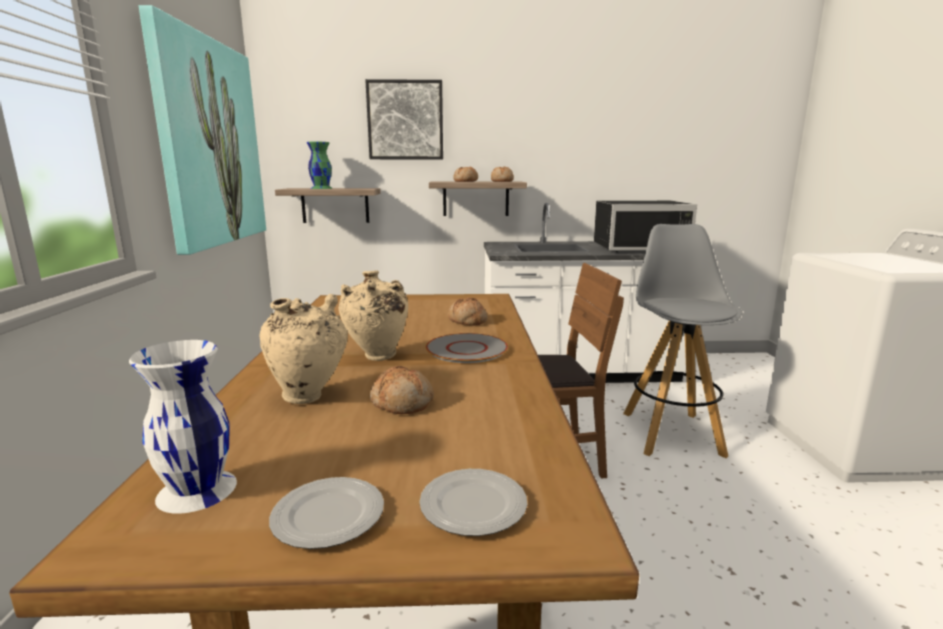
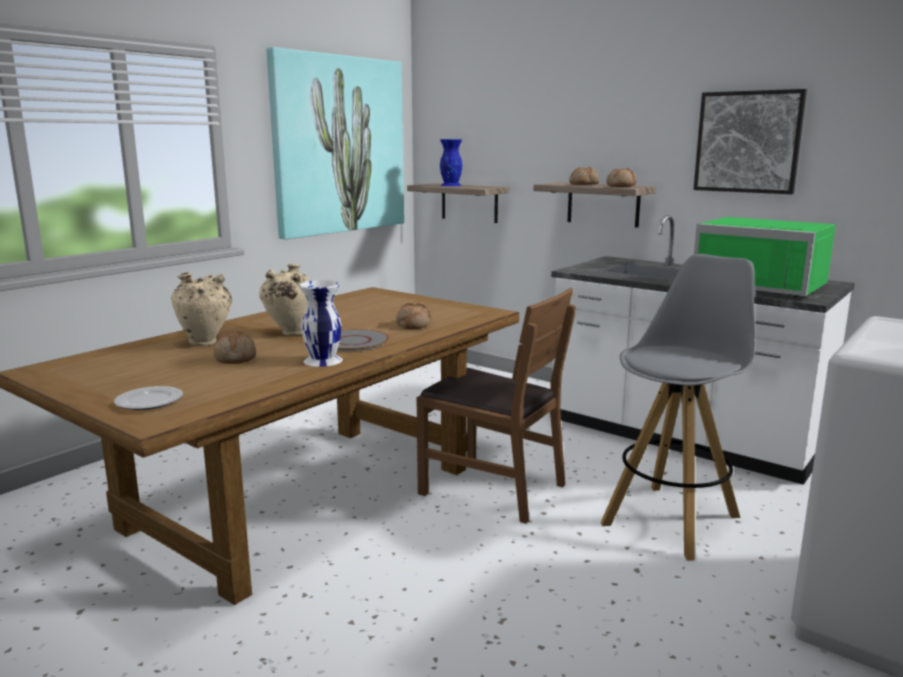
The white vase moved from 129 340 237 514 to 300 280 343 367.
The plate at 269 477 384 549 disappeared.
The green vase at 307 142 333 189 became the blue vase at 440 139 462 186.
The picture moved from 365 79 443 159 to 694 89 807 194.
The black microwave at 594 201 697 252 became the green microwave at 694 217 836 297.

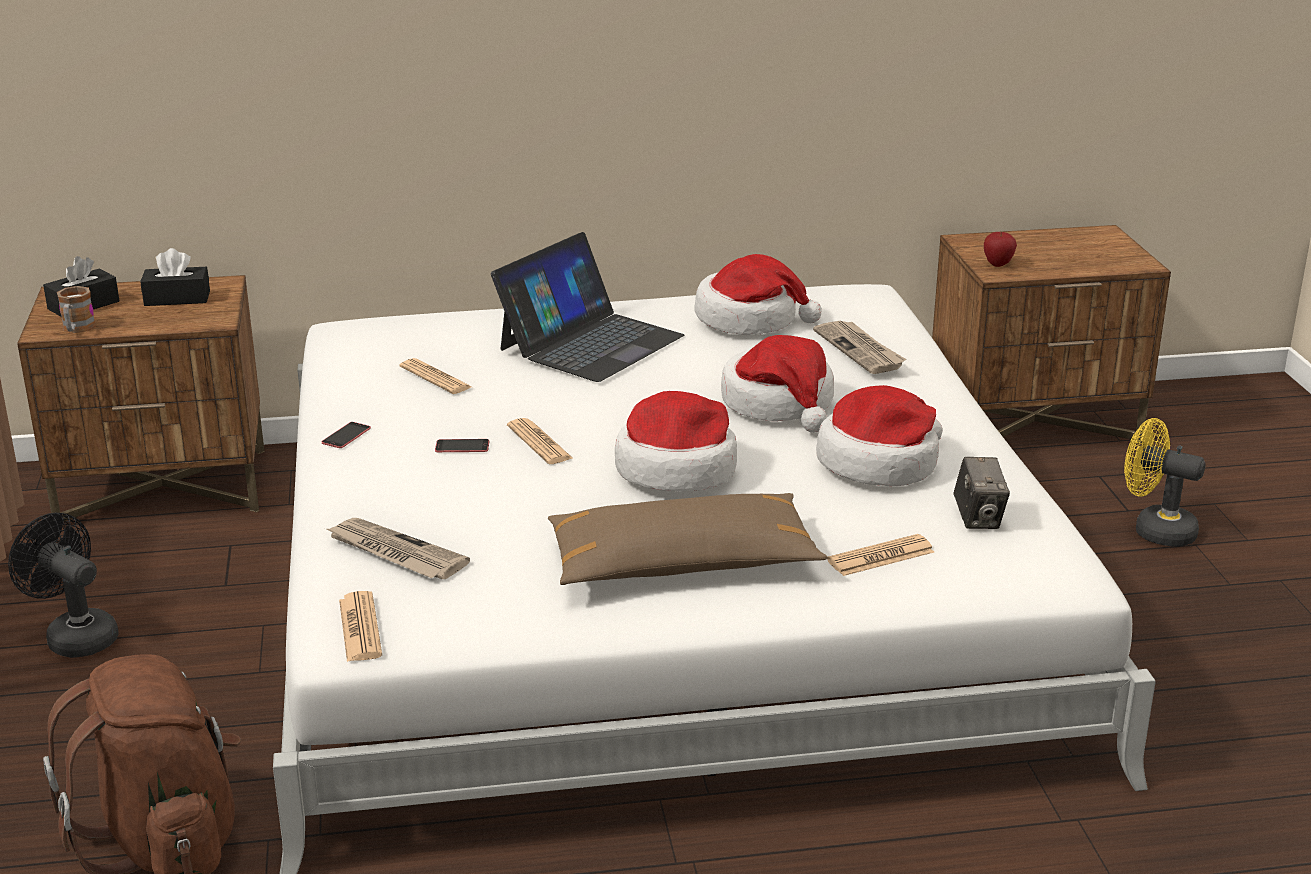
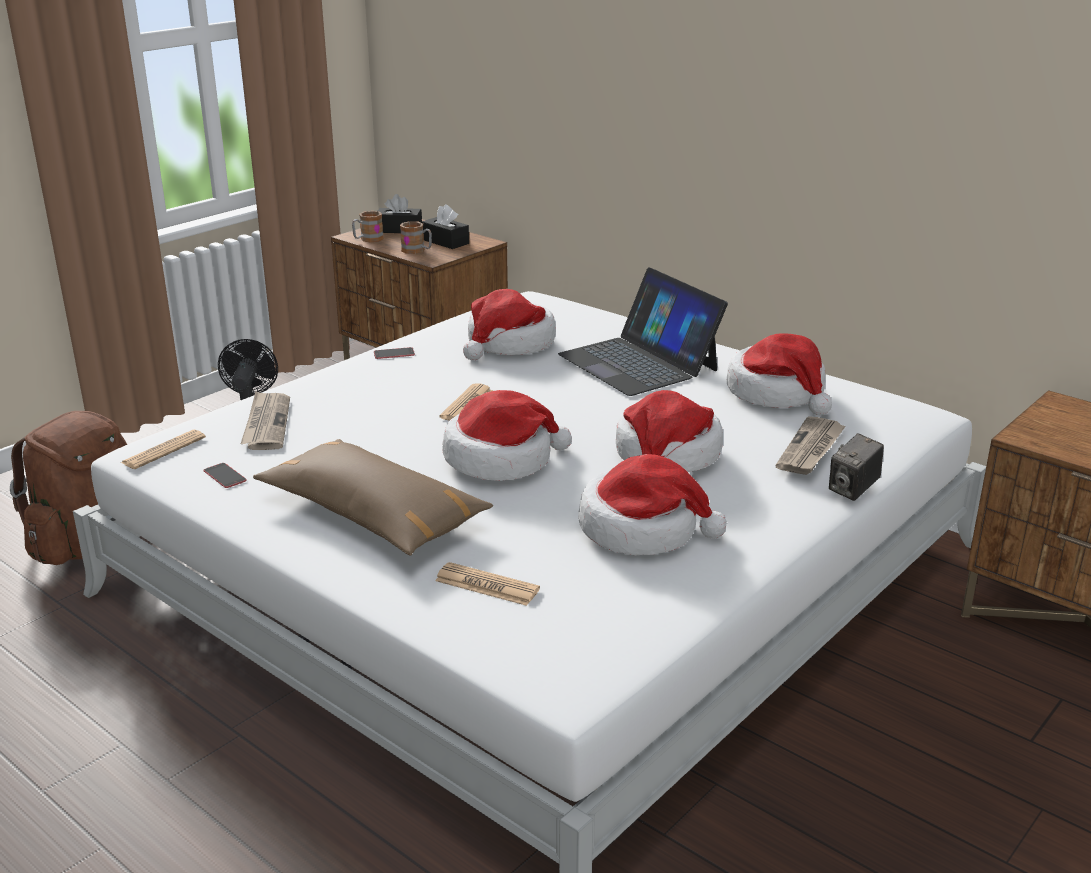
The newspaper at 399 358 471 394 was replaced by the hat at 463 289 556 360.
The phone moved from 435 439 489 452 to 203 463 247 488.
The laptop at 491 232 684 382 turned 60 degrees clockwise.
The photo camera moved from 954 457 1010 529 to 829 433 884 501.
The apple at 984 232 1017 267 disappeared.
The yellow fan at 1124 418 1206 547 disappeared.
The mug at 400 221 432 254 appeared.

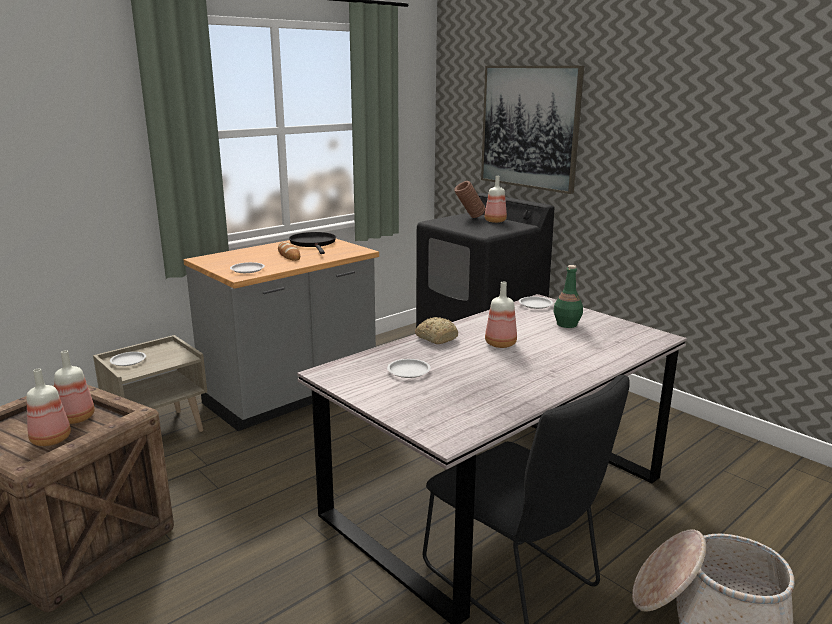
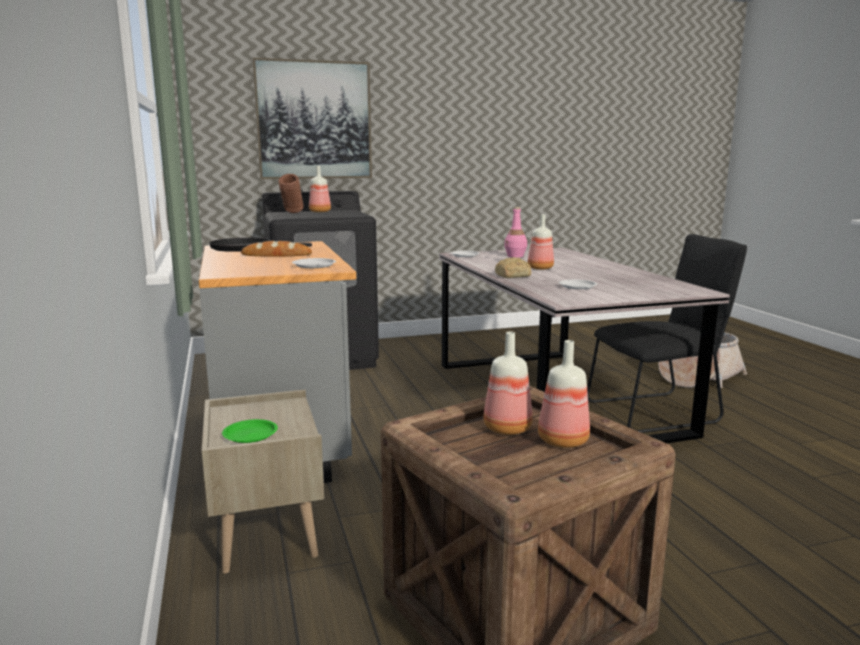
The white plate at 110 352 146 366 became the green plate at 222 419 278 443.
The green bottle at 553 265 583 328 became the pink bottle at 504 207 527 258.

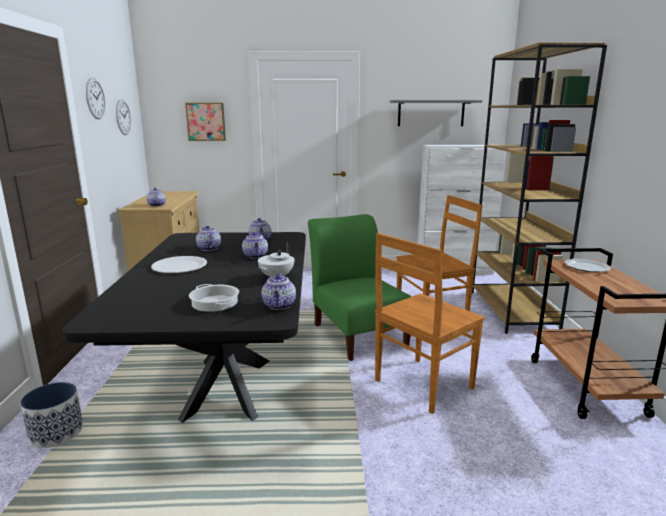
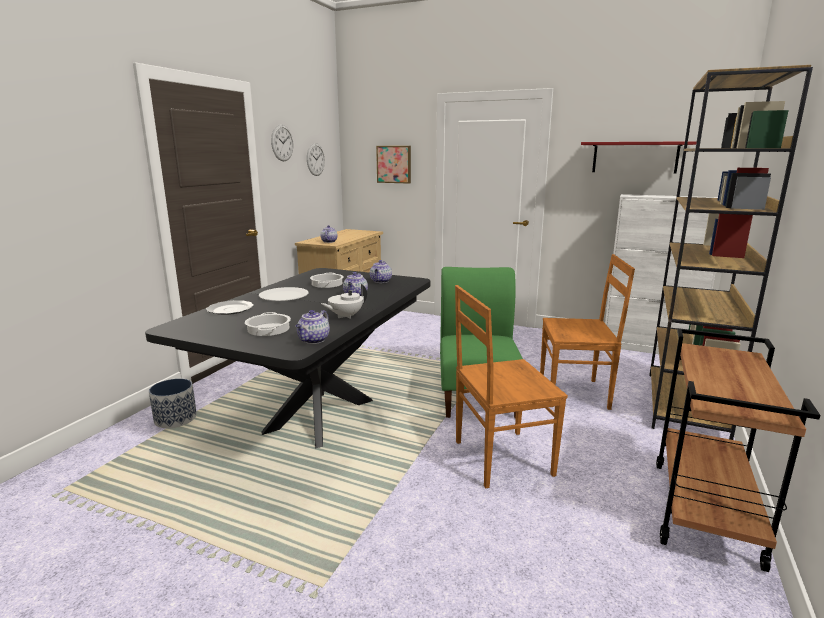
The teapot at 196 226 221 251 was replaced by the cooking pot at 310 273 344 288.
The grey shelf at 389 100 482 126 became the red shelf at 581 141 697 173.
The plate moved from 564 258 611 273 to 206 300 254 315.

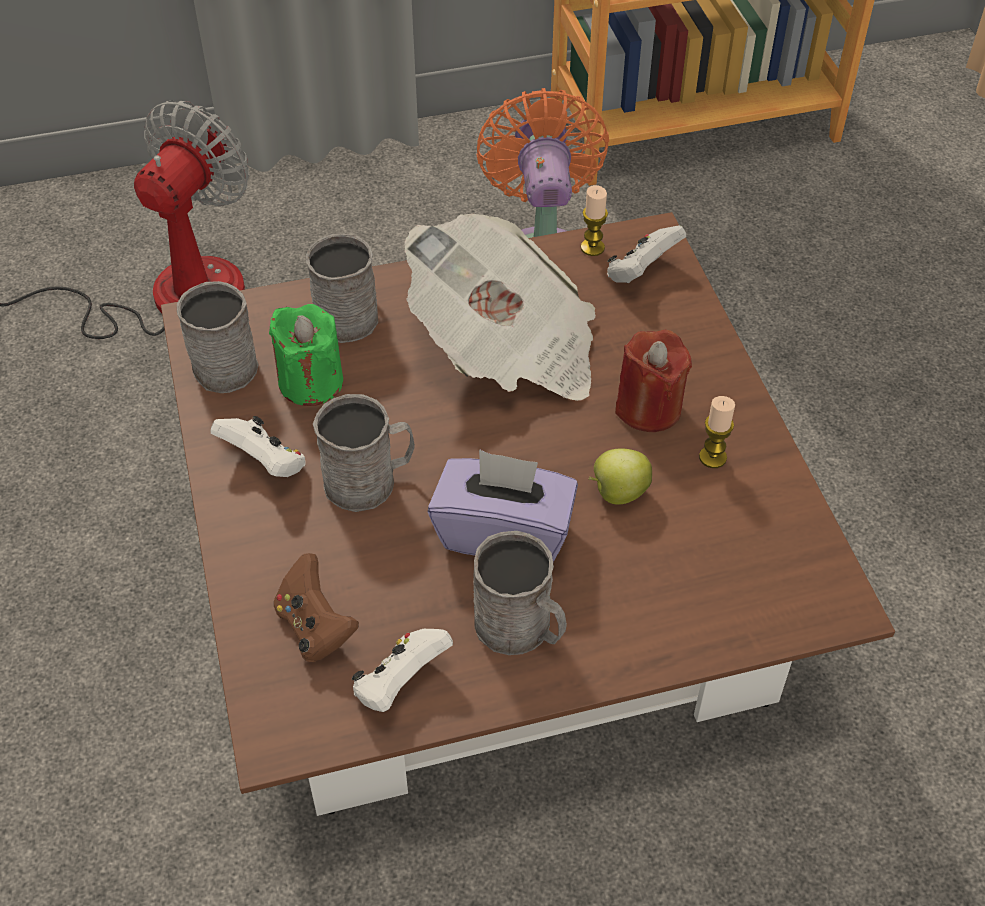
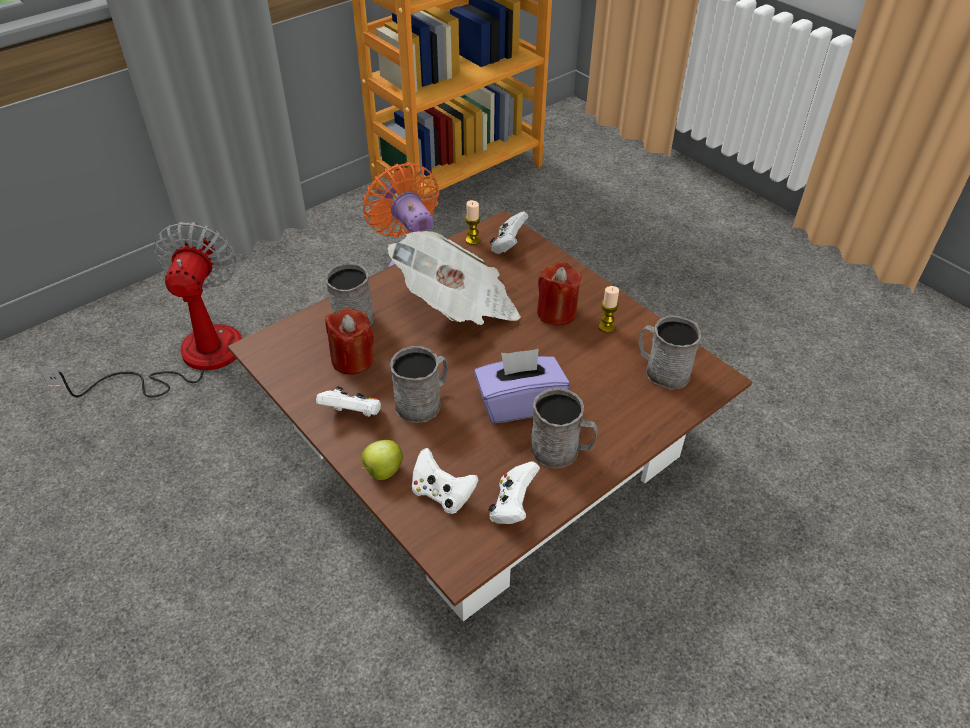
The grey mug moved from 177 281 259 393 to 638 315 701 390.
The green candle at 269 304 343 406 became the red candle at 326 308 374 375.
The brown game controller at 274 553 359 662 became the white game controller at 412 448 479 514.
The apple moved from 588 449 652 505 to 361 440 403 480.

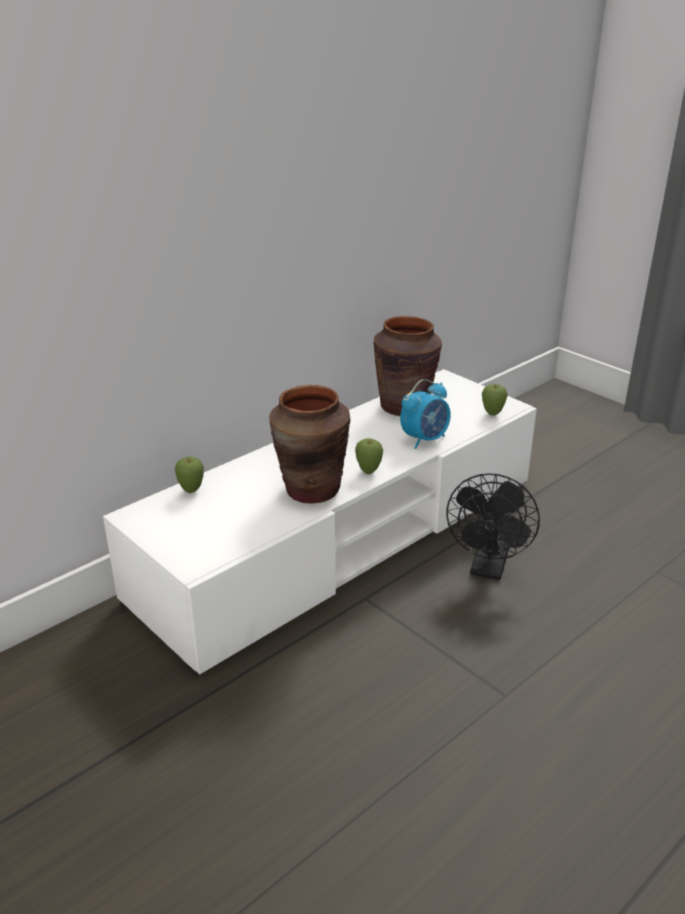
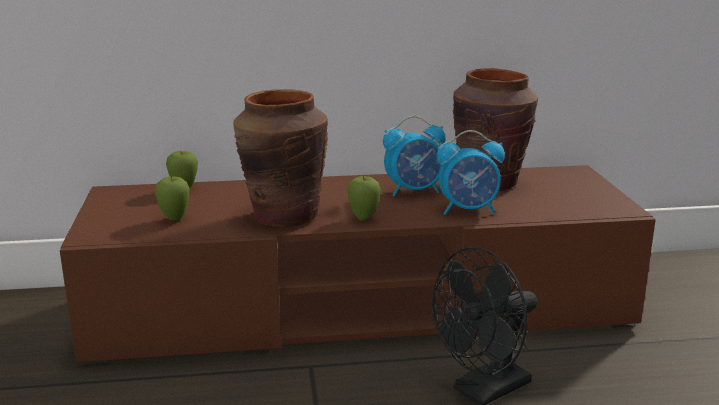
The white tv stand at 103 369 537 675 became the brown tv stand at 60 165 656 365.
The apple moved from 482 384 508 416 to 155 176 189 220.
The alarm clock at 383 116 446 197 appeared.

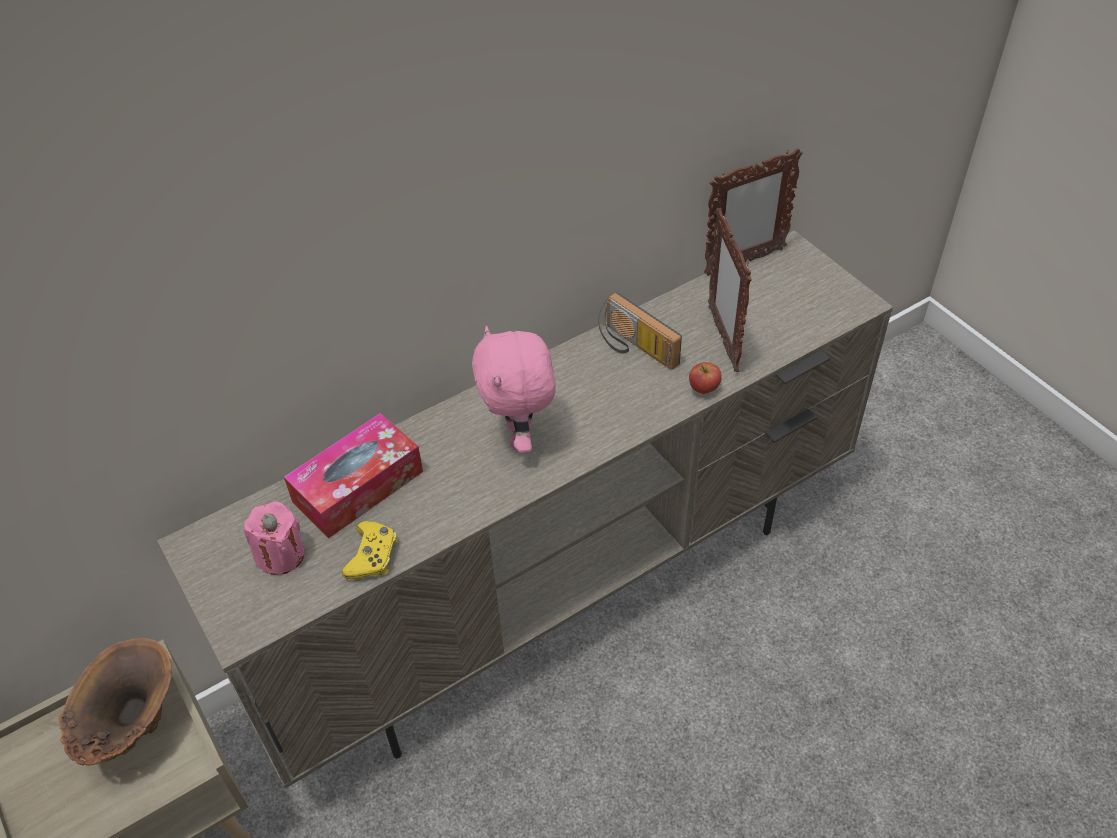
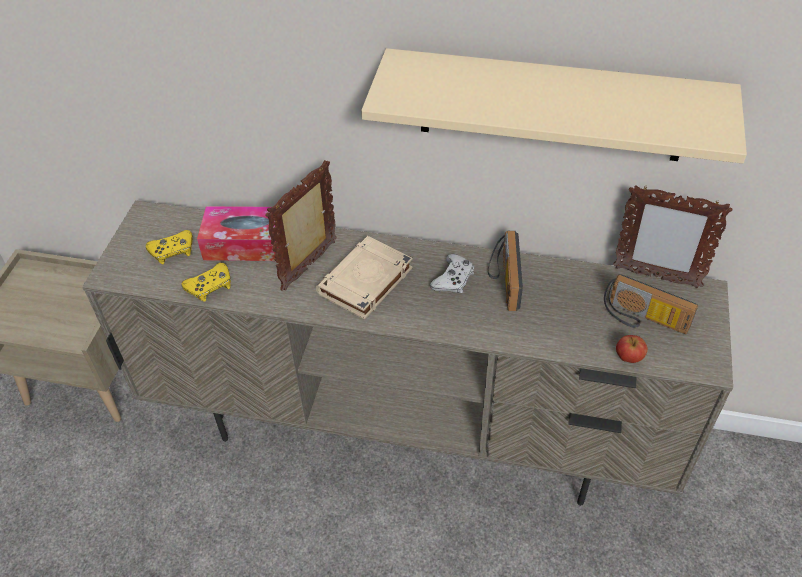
The brown vase at 58 638 172 766 disappeared.
The pink candle at 244 501 305 575 was replaced by the yellow game controller at 146 230 193 264.
The pink plush toy at 472 326 556 453 was replaced by the beige book at 316 236 413 320.
The apple moved from 689 362 722 394 to 616 335 648 363.
The picture frame moved from 708 208 752 372 to 265 160 337 291.
The beige shelf at 361 48 747 164 appeared.
The white game controller at 430 254 474 293 appeared.
The radio at 604 274 698 334 appeared.

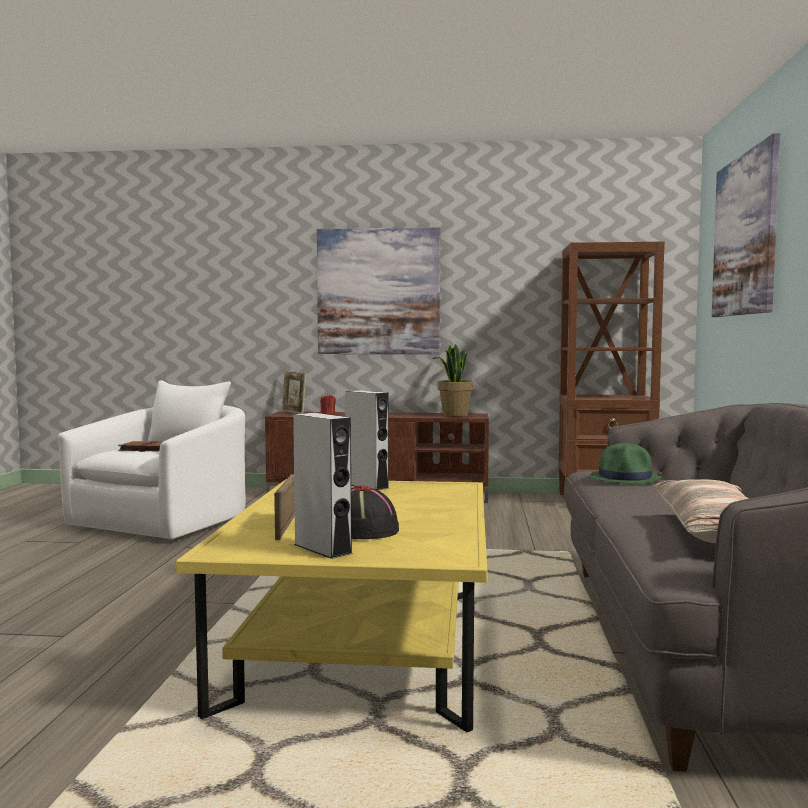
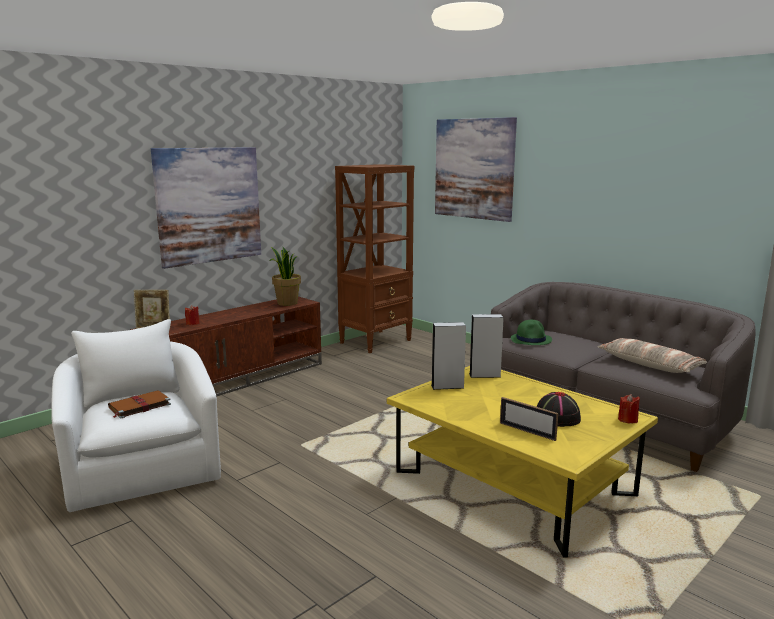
The grey speaker moved from 293 413 353 559 to 469 314 504 378.
The red candle at 618 394 640 424 appeared.

